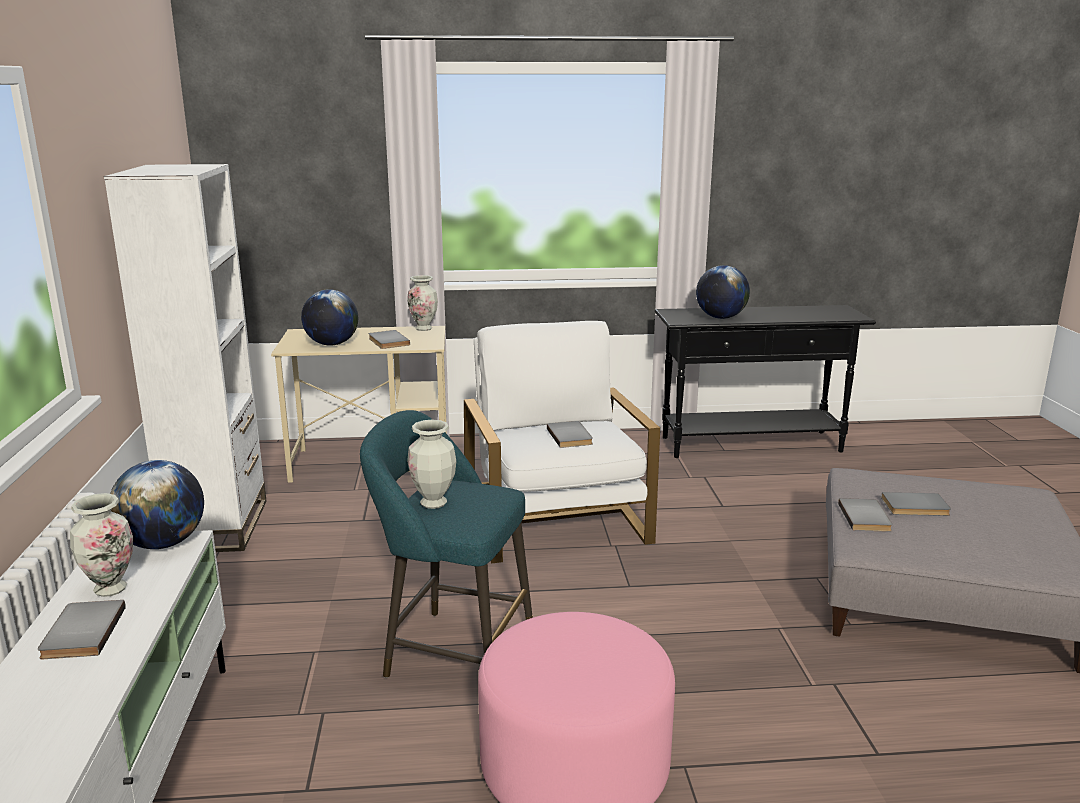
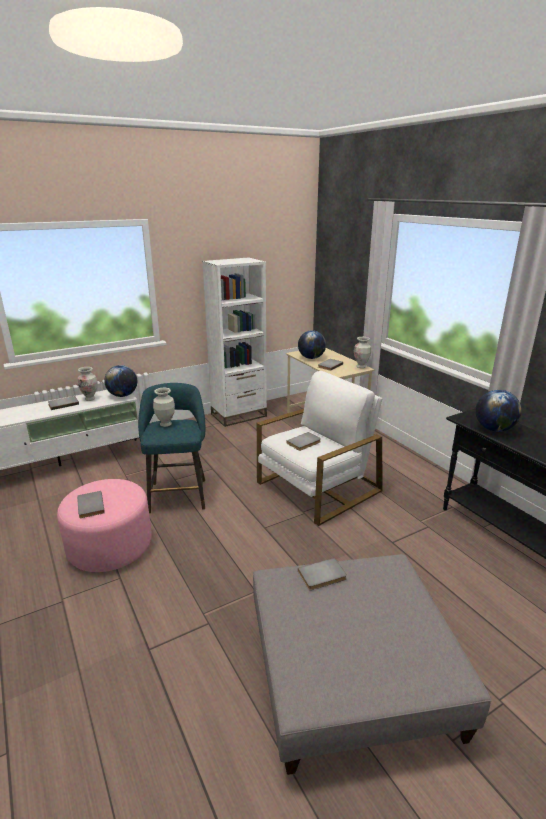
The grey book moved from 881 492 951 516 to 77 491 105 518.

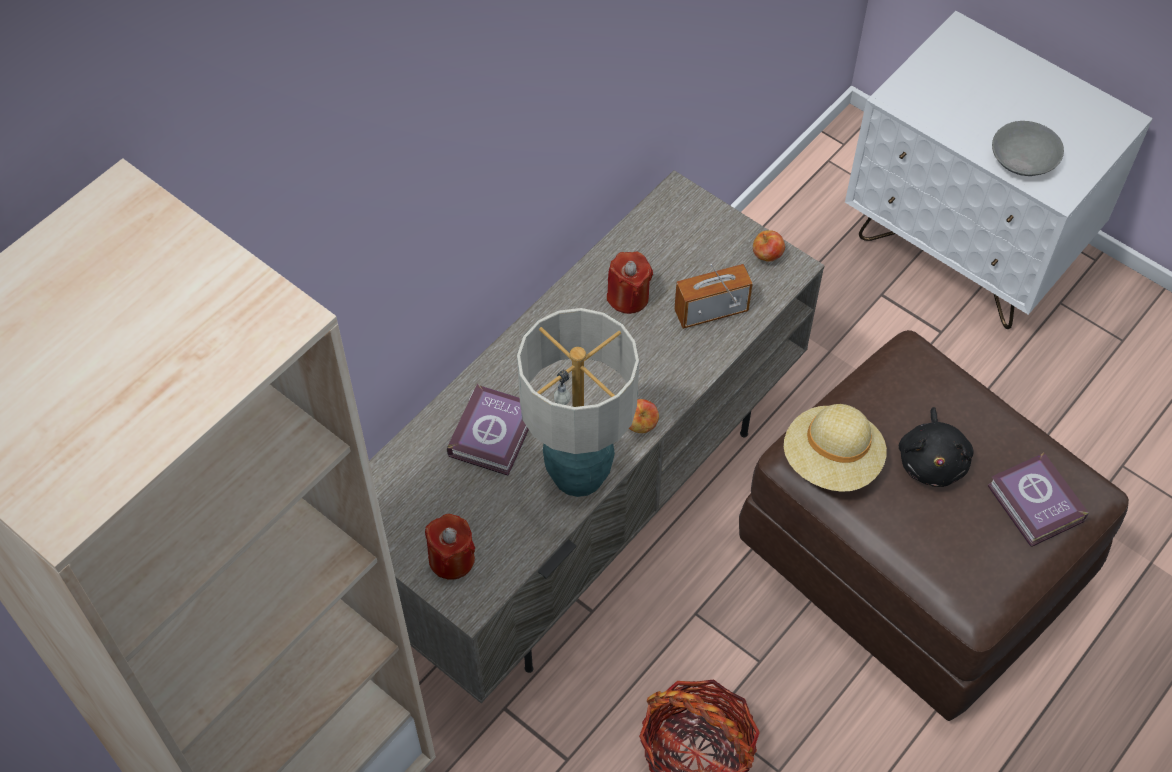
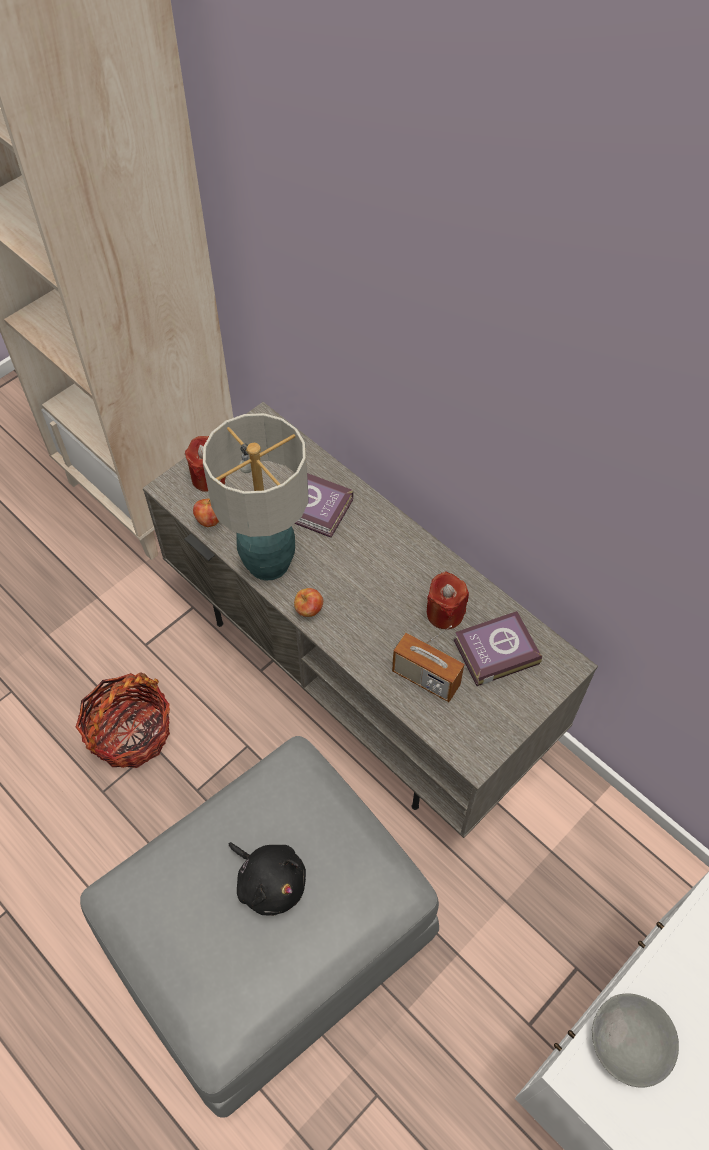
The radio at 674 264 753 329 turned 135 degrees clockwise.
The brown ottoman at 739 330 1129 721 became the grey ottoman at 80 736 439 1118.
The apple moved from 753 231 785 262 to 193 499 219 527.
The beige hat at 784 404 887 492 disappeared.
The black plush toy at 899 407 974 487 turned 150 degrees counterclockwise.
The book moved from 987 452 1089 547 to 454 611 542 686.

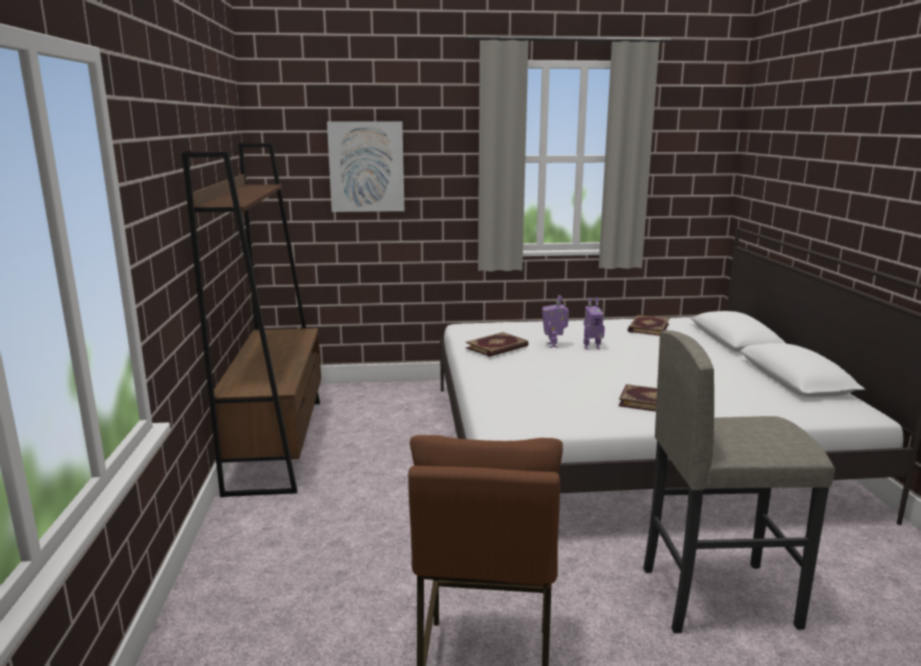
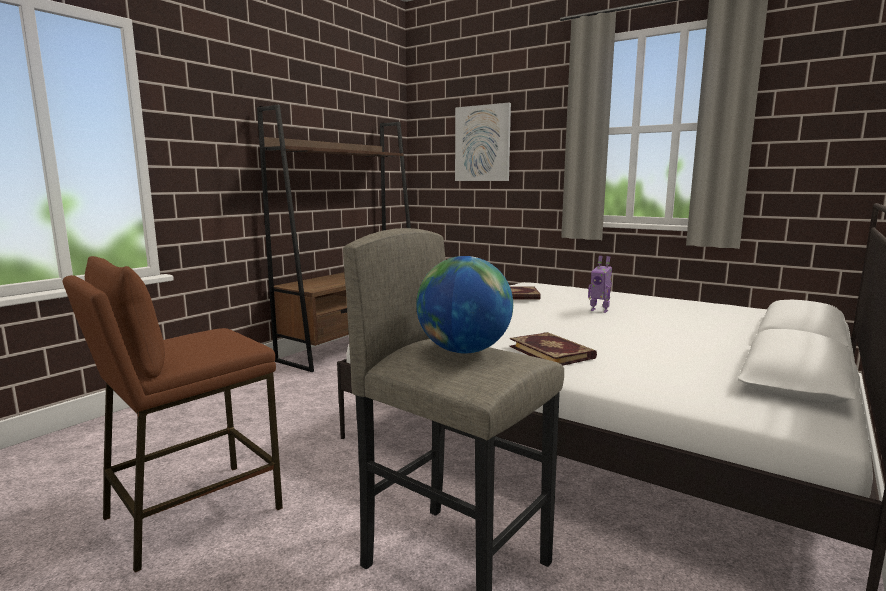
The toy robot at 542 295 569 348 disappeared.
The book at 627 315 670 336 disappeared.
The globe at 416 256 513 353 appeared.

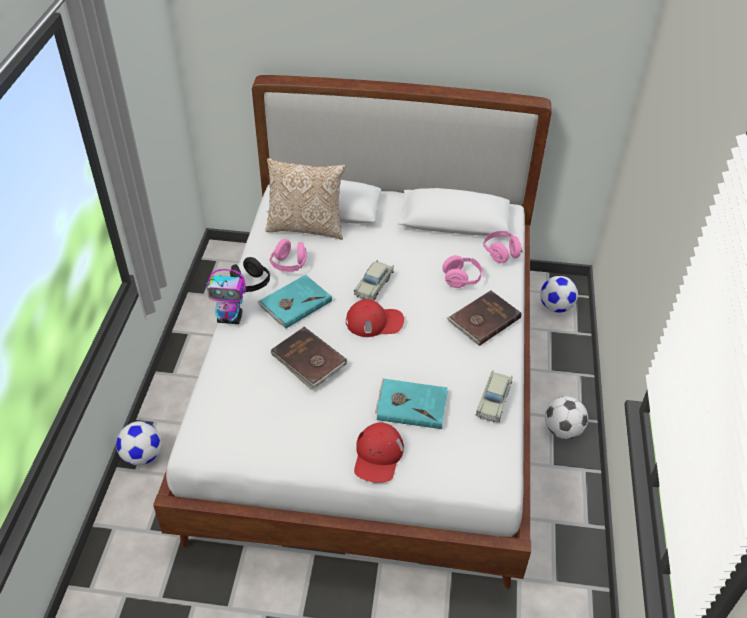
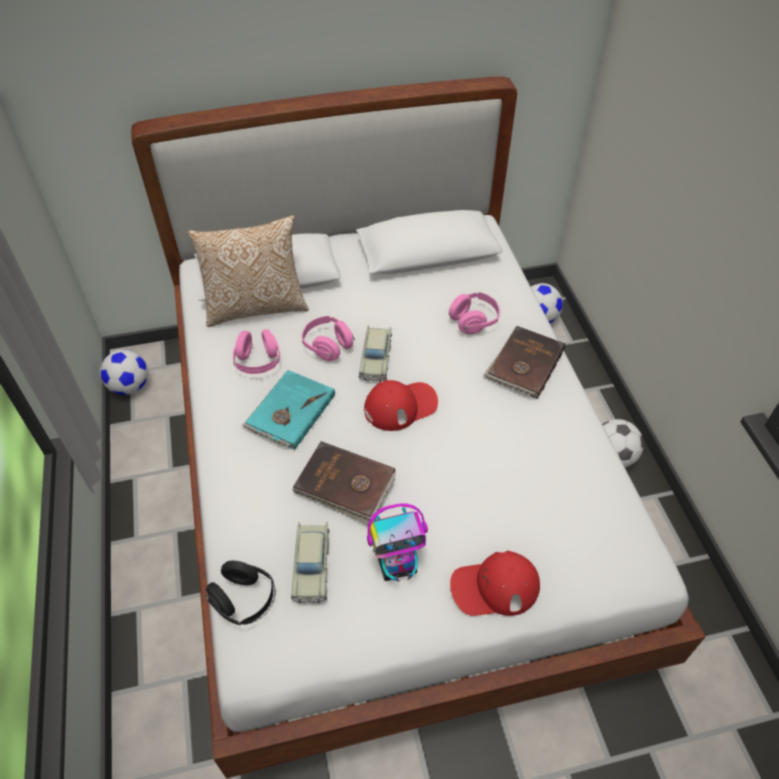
The football moved from 116 421 161 466 to 100 350 148 395.
The toy robot moved from 206 269 246 324 to 367 504 428 582.
The black headphones moved from 230 257 270 292 to 205 561 276 625.
The red cap at 354 423 404 483 turned 90 degrees clockwise.
The turquoise book at 375 378 448 429 disappeared.
The beige toy car moved from 476 370 513 423 to 291 522 329 603.
The pink headphones moved from 483 231 522 263 to 302 316 355 361.

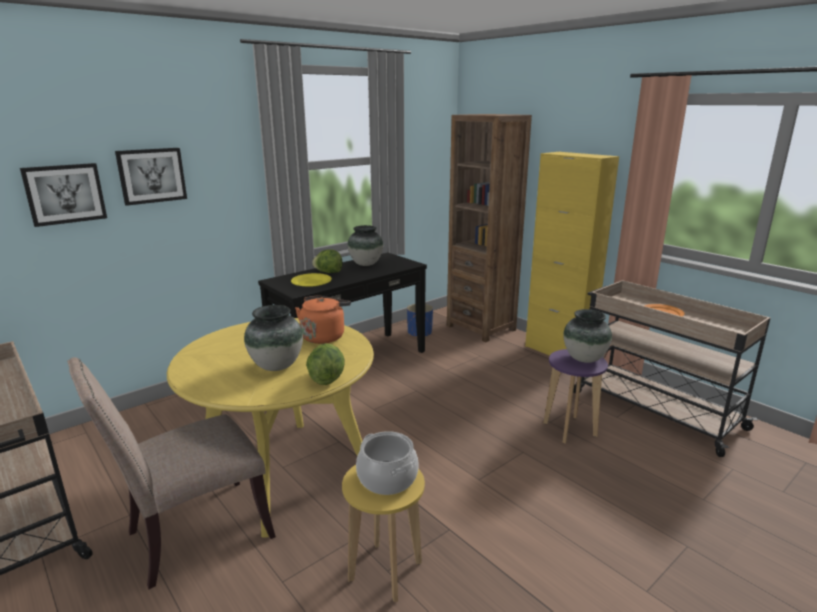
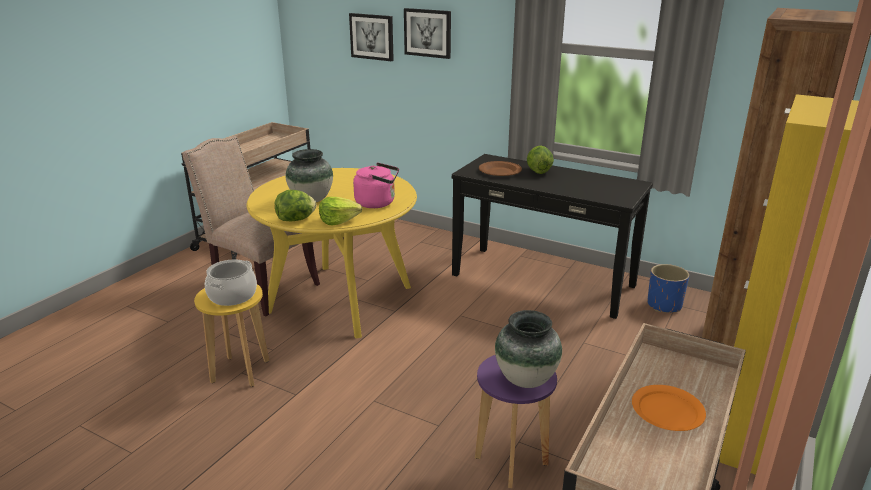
The yellow plate at 291 273 332 287 became the brown plate at 479 161 522 176.
The orange kettle at 295 295 351 344 became the pink kettle at 353 162 399 208.
The vase at 348 225 383 266 disappeared.
The lettuce at 319 197 362 225 appeared.

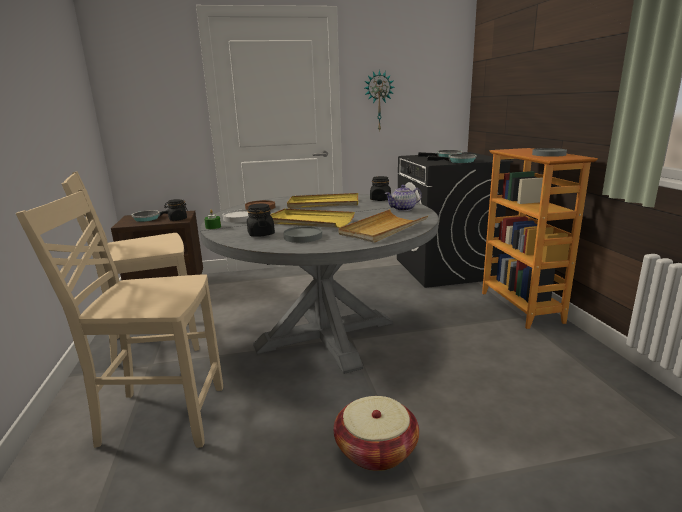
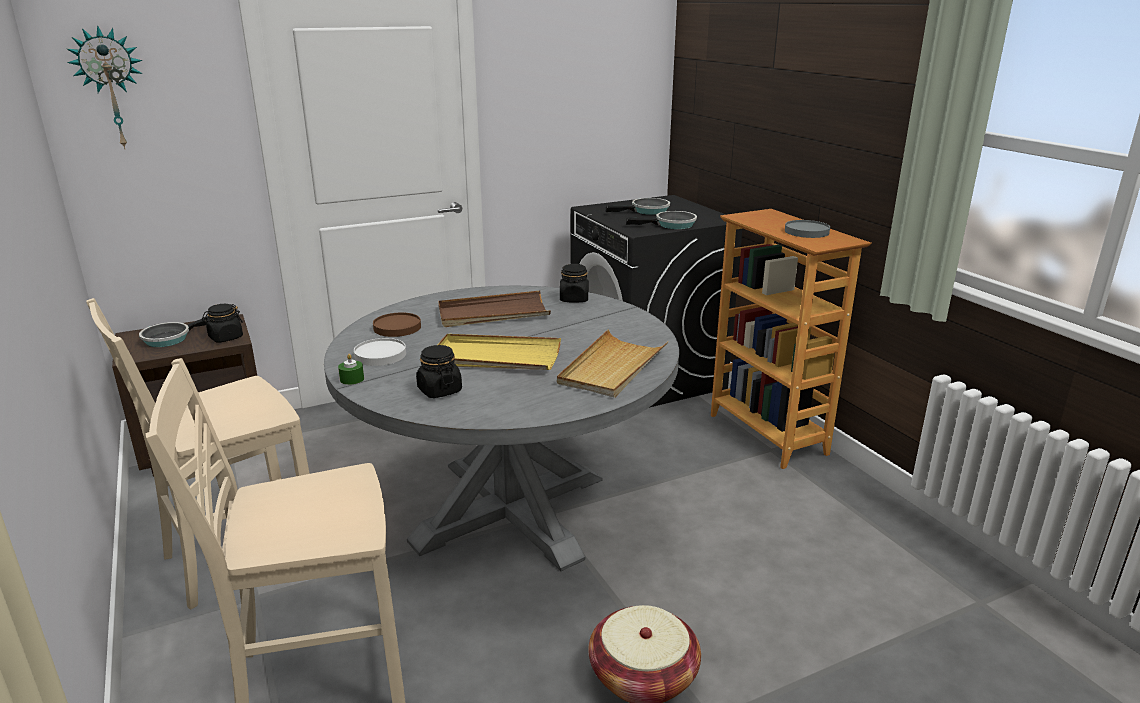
The grey plate at 283 226 322 243 disappeared.
The yellow tray at 287 193 358 209 became the brown tray at 439 291 551 327.
The wall clock moved from 365 70 394 132 to 67 25 142 149.
The teapot at 385 185 422 211 disappeared.

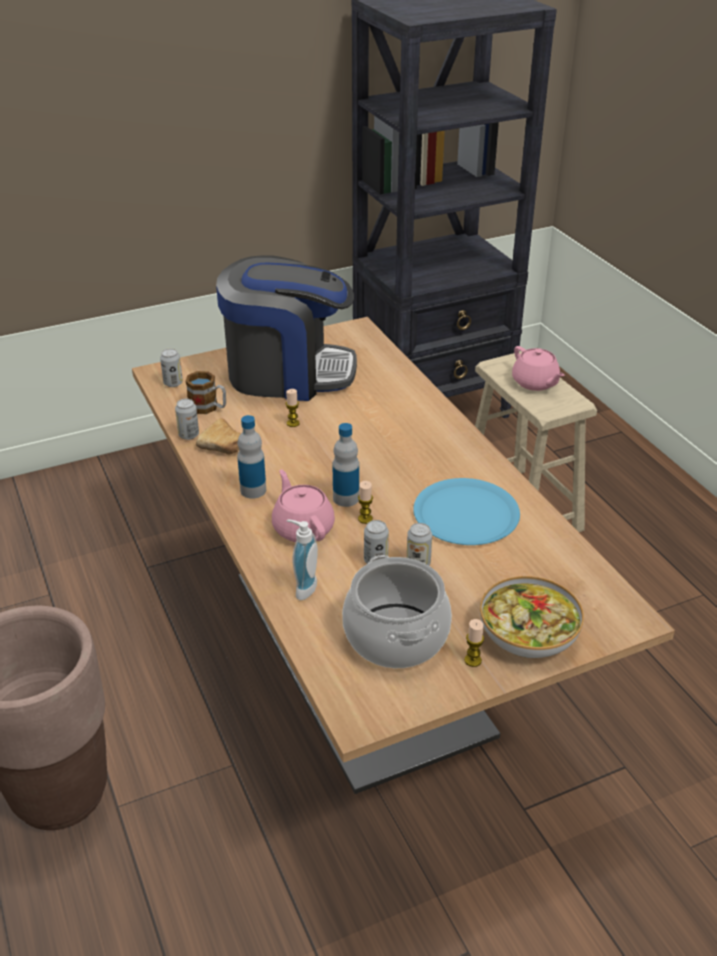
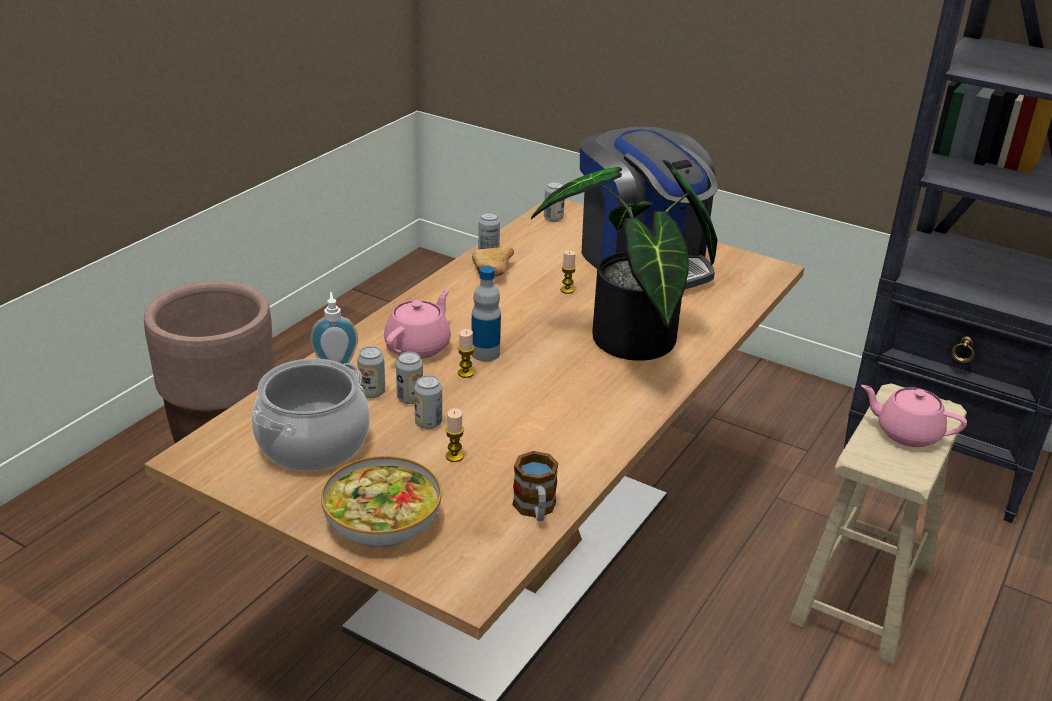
The mug moved from 186 371 226 414 to 512 451 559 521.
The bottle at 237 415 266 499 disappeared.
The blue plate at 413 478 520 545 disappeared.
The candle moved from 464 619 484 667 to 445 408 464 462.
The pink teapot at 512 346 564 391 turned 90 degrees clockwise.
The can at 357 346 385 399 appeared.
The potted plant at 531 160 718 361 appeared.

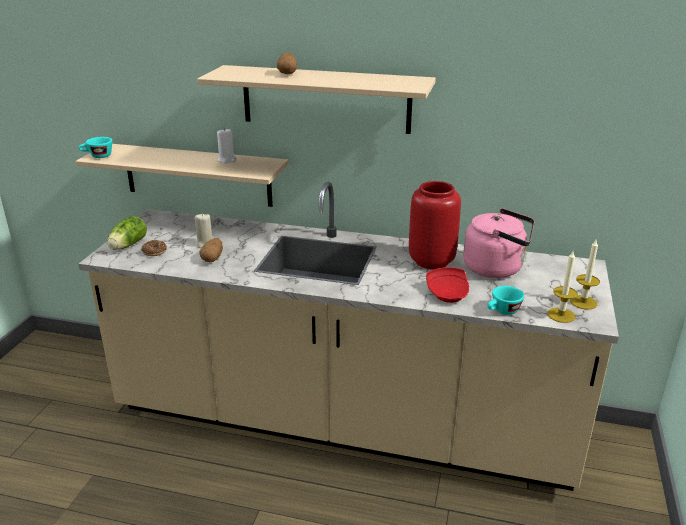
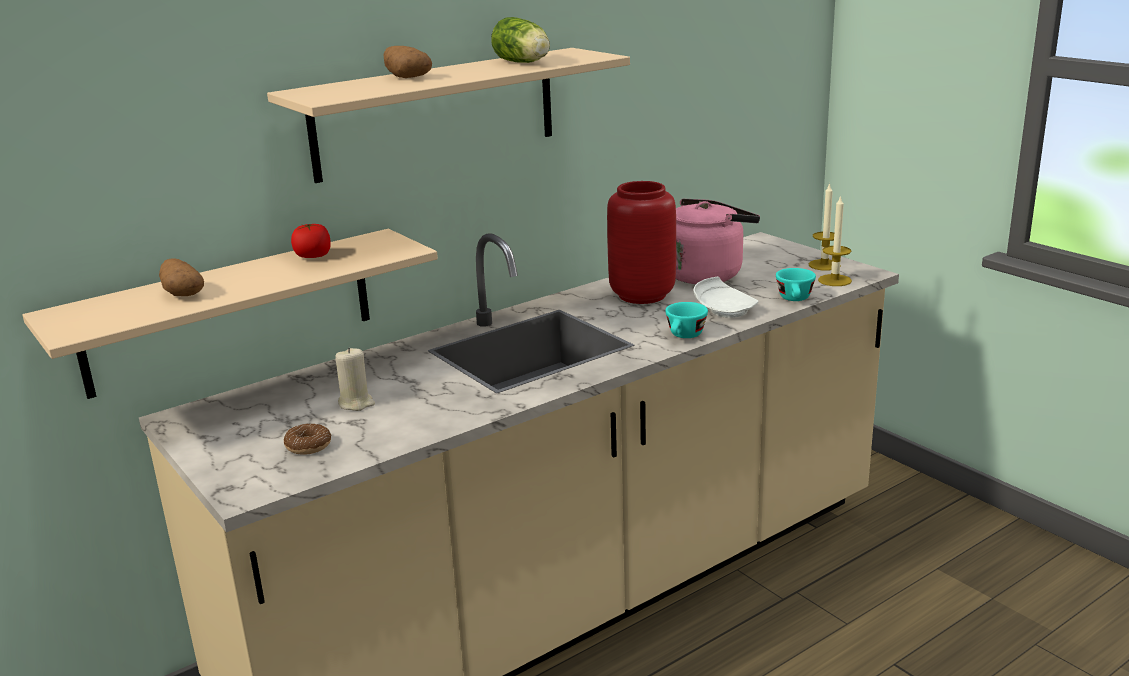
The turquoise cup moved from 78 137 112 158 to 665 302 708 338.
The lettuce moved from 107 216 147 250 to 491 17 550 63.
The potato moved from 199 238 223 262 to 159 258 204 296.
The white candle at 217 128 237 164 was replaced by the tomato at 291 224 331 258.
The red plate at 426 267 469 303 became the white plate at 693 277 758 318.

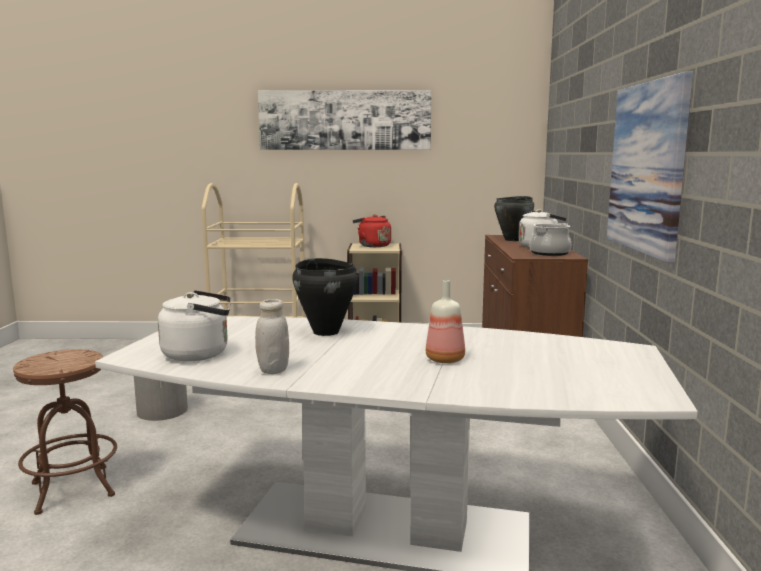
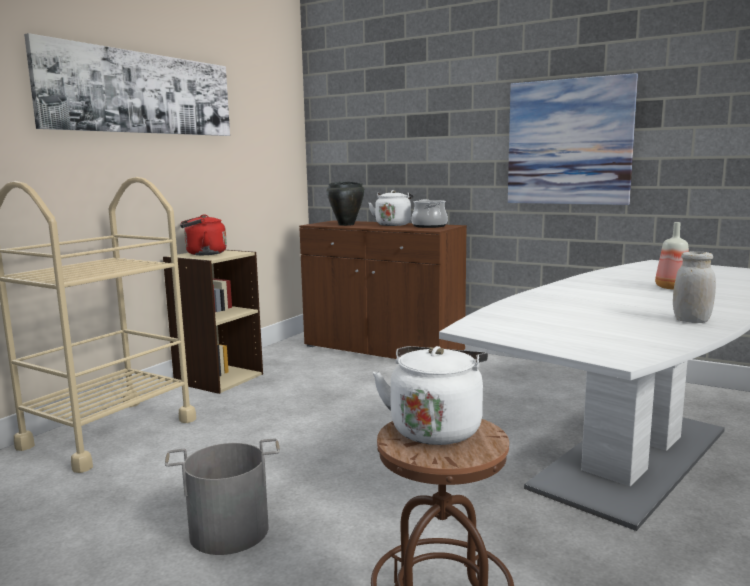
The white kettle moved from 158 290 231 361 to 373 346 488 445.
The black cooking pot at 292 258 358 336 disappeared.

